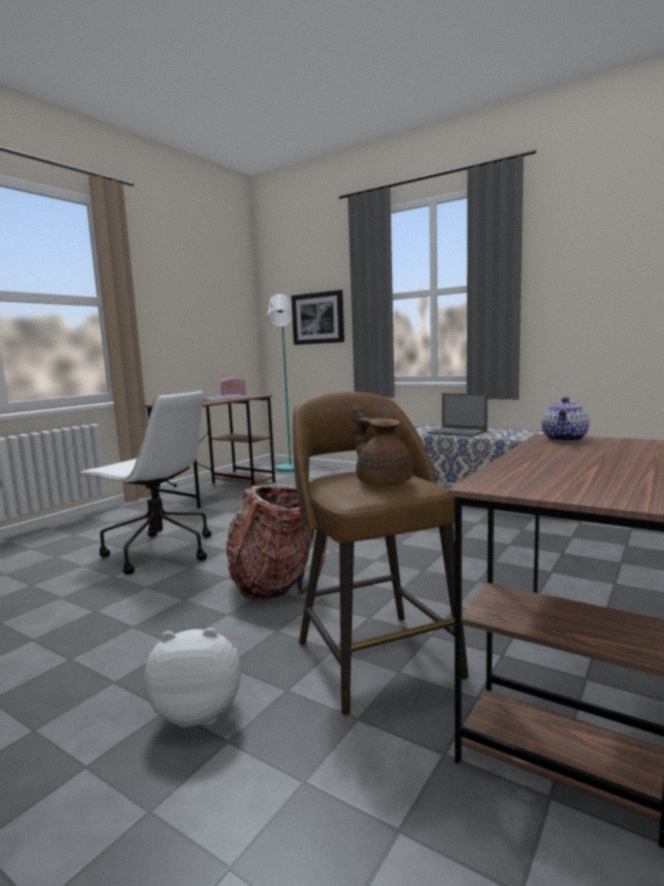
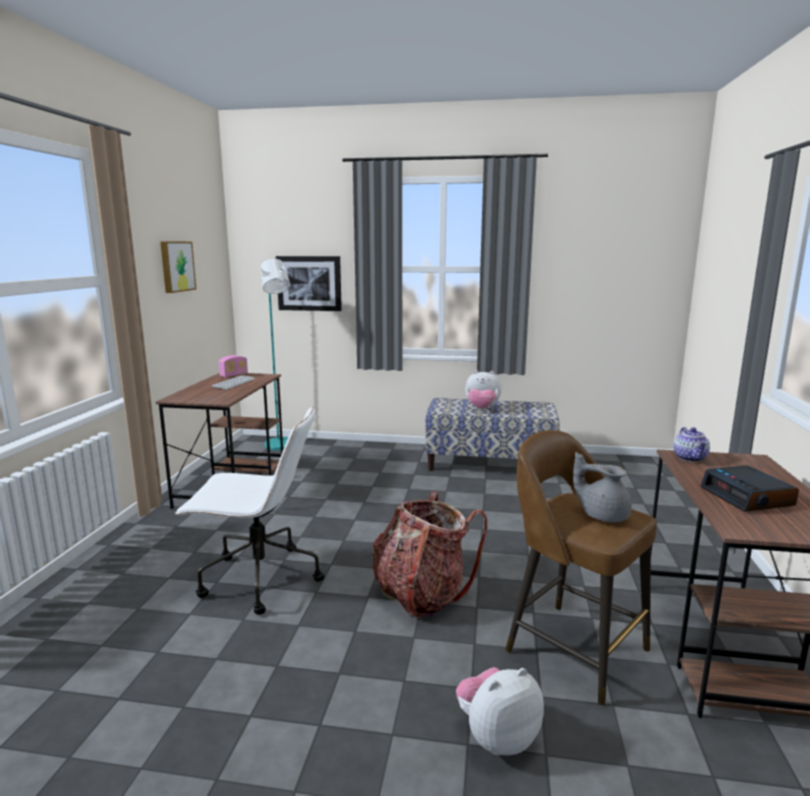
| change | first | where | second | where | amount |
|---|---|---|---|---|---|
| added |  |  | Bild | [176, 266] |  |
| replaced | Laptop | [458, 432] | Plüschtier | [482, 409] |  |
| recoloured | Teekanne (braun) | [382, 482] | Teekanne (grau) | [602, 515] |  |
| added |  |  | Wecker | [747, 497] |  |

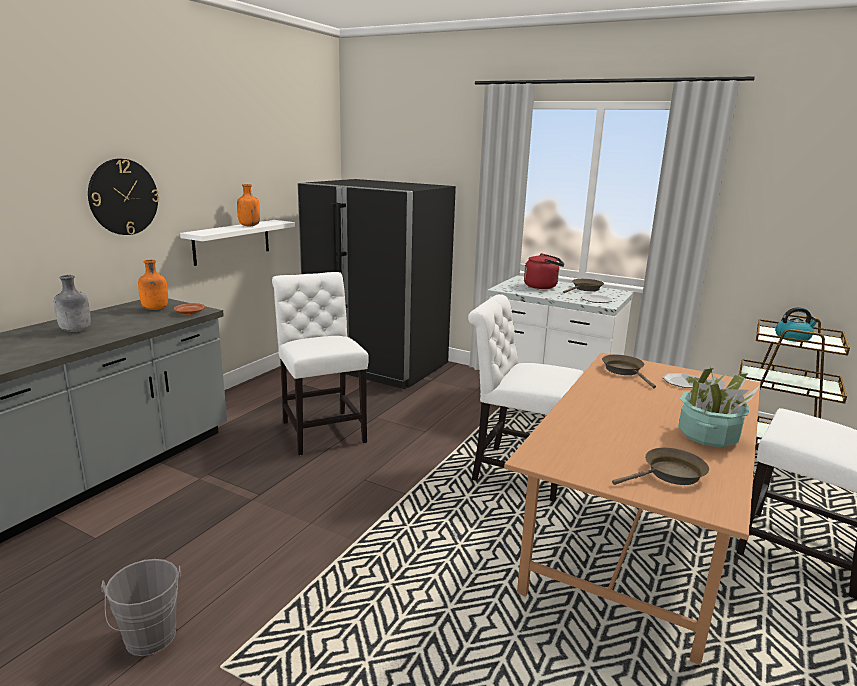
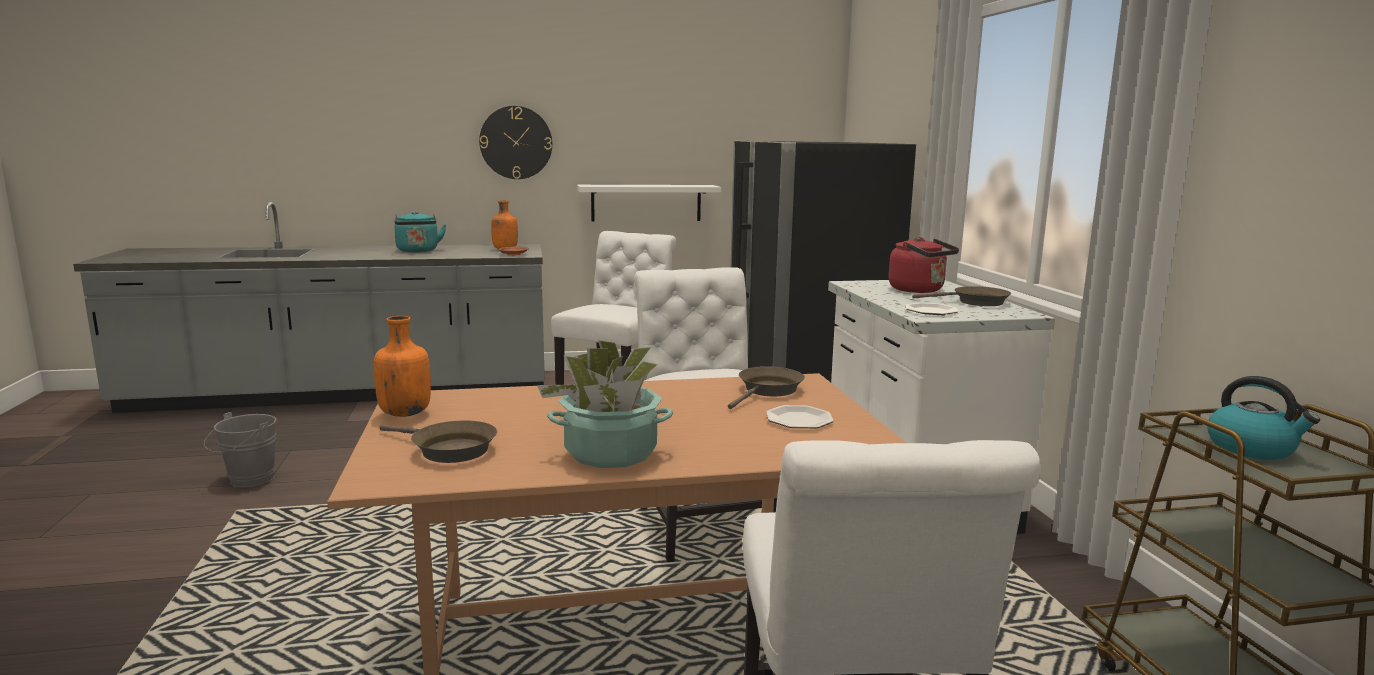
| change | first | where | second | where | amount |
|---|---|---|---|---|---|
| moved | Flasche (orange) | [249, 226] |  | [405, 413] |  |
| replaced | Flasche (grau) | [76, 330] | Wasserkessel (türkis) | [418, 251] |  |

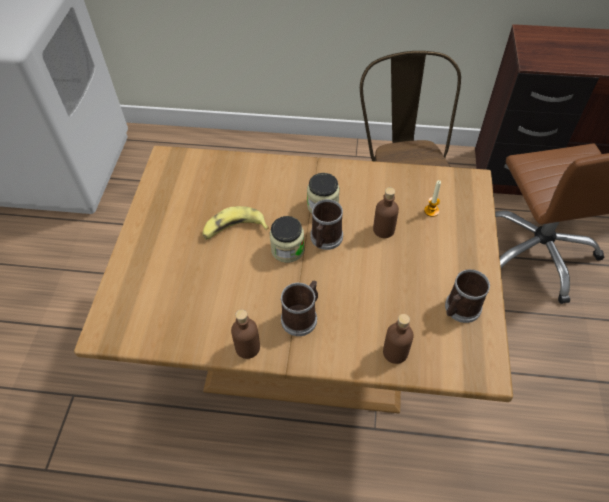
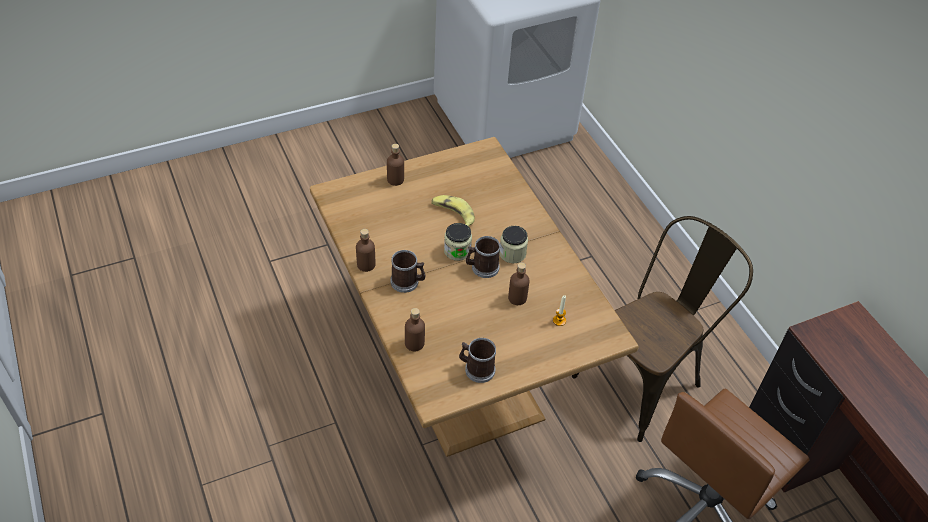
| change | first | where | second | where | amount |
|---|---|---|---|---|---|
| added |  |  | Flasche (braun) | [395, 179] |  |

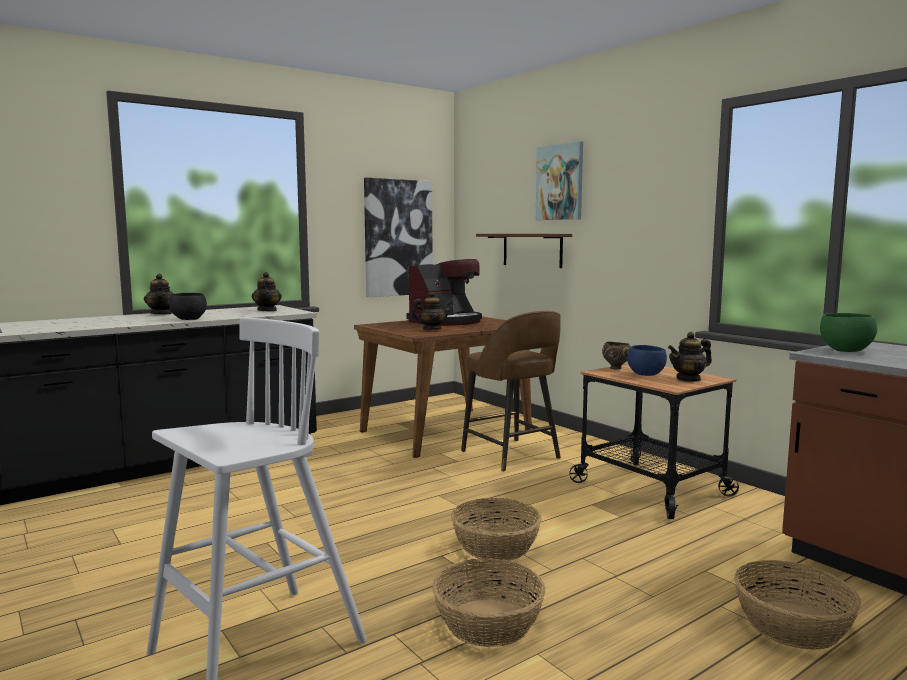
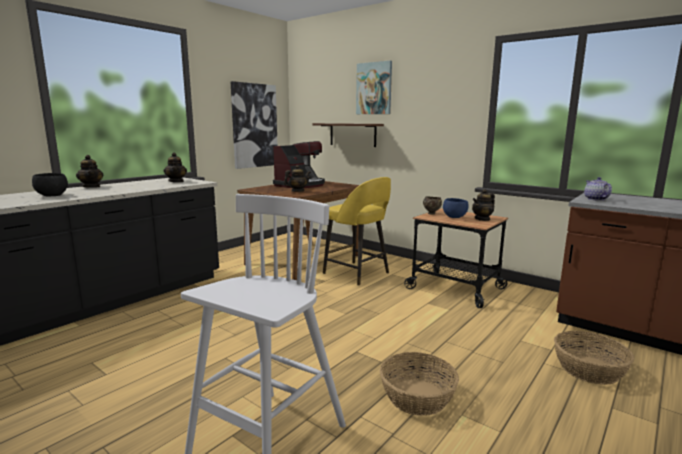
| change | first | where | second | where | amount |
|---|---|---|---|---|---|
| moved | Schüssel (schwarz) | [190, 319] |  | [53, 196] |  |
| recoloured | Hocker (braun) | [512, 455] | Hocker (gelb) | [357, 274] |  |
| replaced | Schüssel (grün) | [845, 350] | Teekanne | [595, 199] |  |
| removed | Korb | [496, 546] |  |  |  |

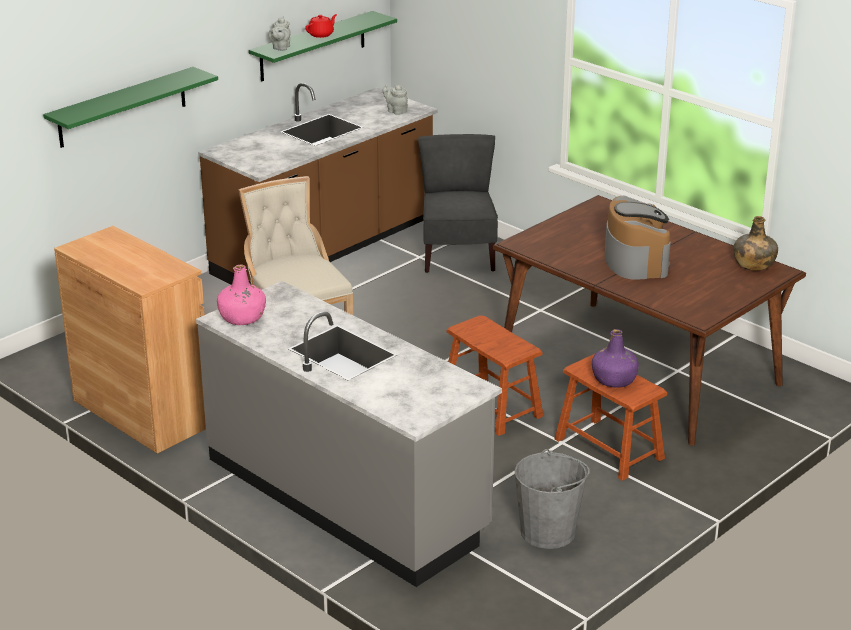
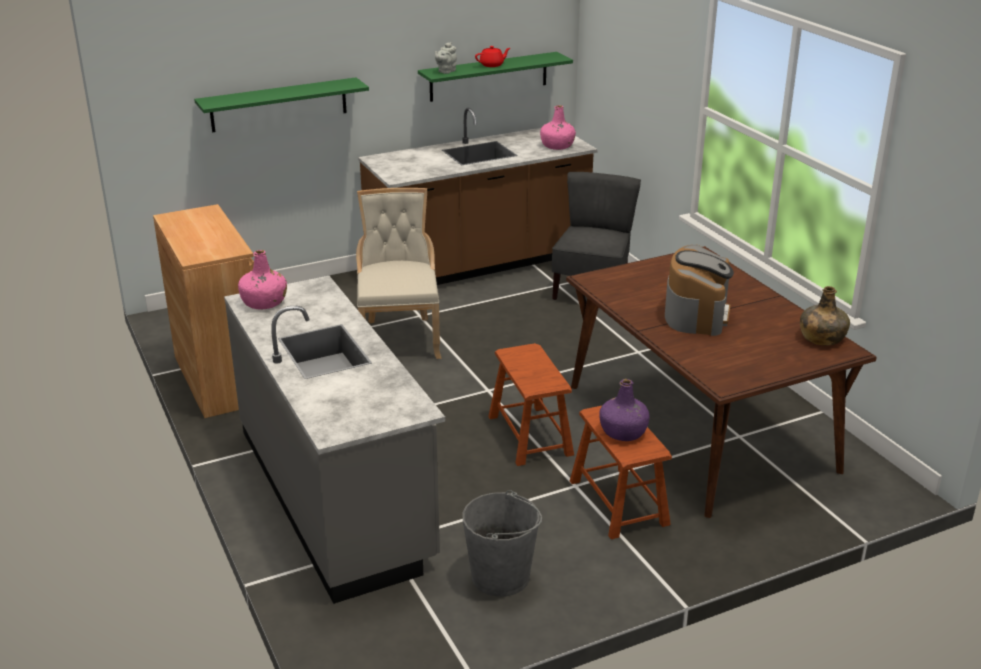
| change | first | where | second | where | amount |
|---|---|---|---|---|---|
| replaced | Teekanne (grau) | [395, 111] | Flasche (rosa) | [557, 146] |  |

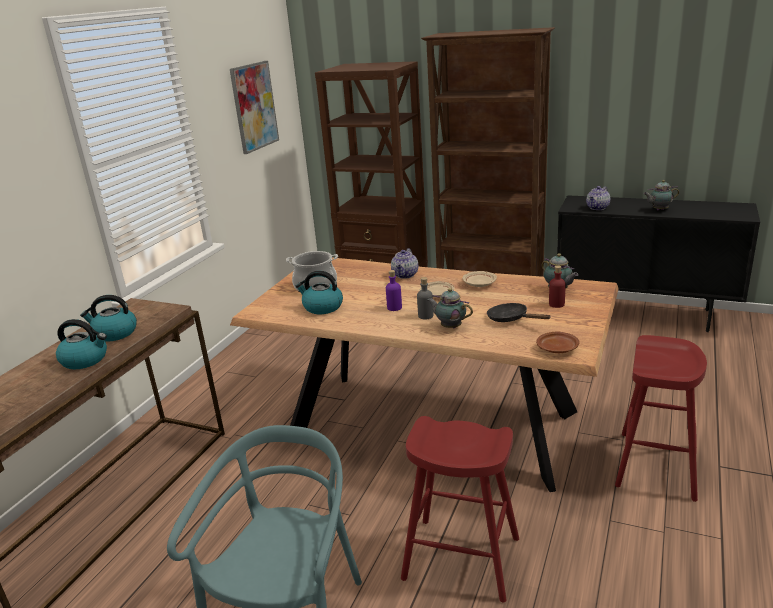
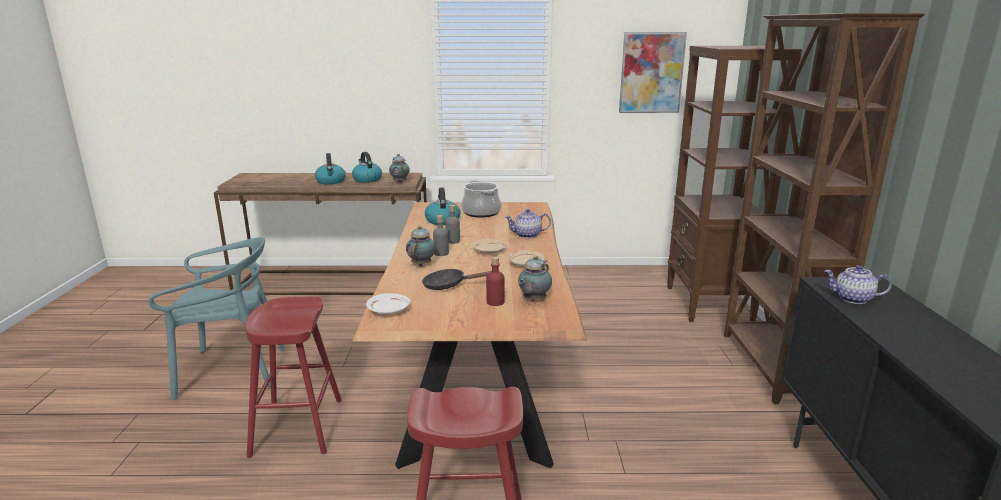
| change | first | where | second | where | amount |
|---|---|---|---|---|---|
| recoloured | Teller (braun) | [557, 349] | Teller (weiß) | [389, 311] |  |
| moved | Teekanne | [659, 210] |  | [399, 181] |  |
| turned | Pfanne (schwarz) | [511, 319] |  | [448, 285] | 105 degrees counterclockwise |
| recoloured | Flasche (lila) | [394, 307] | Flasche (grau) | [453, 241] |  |

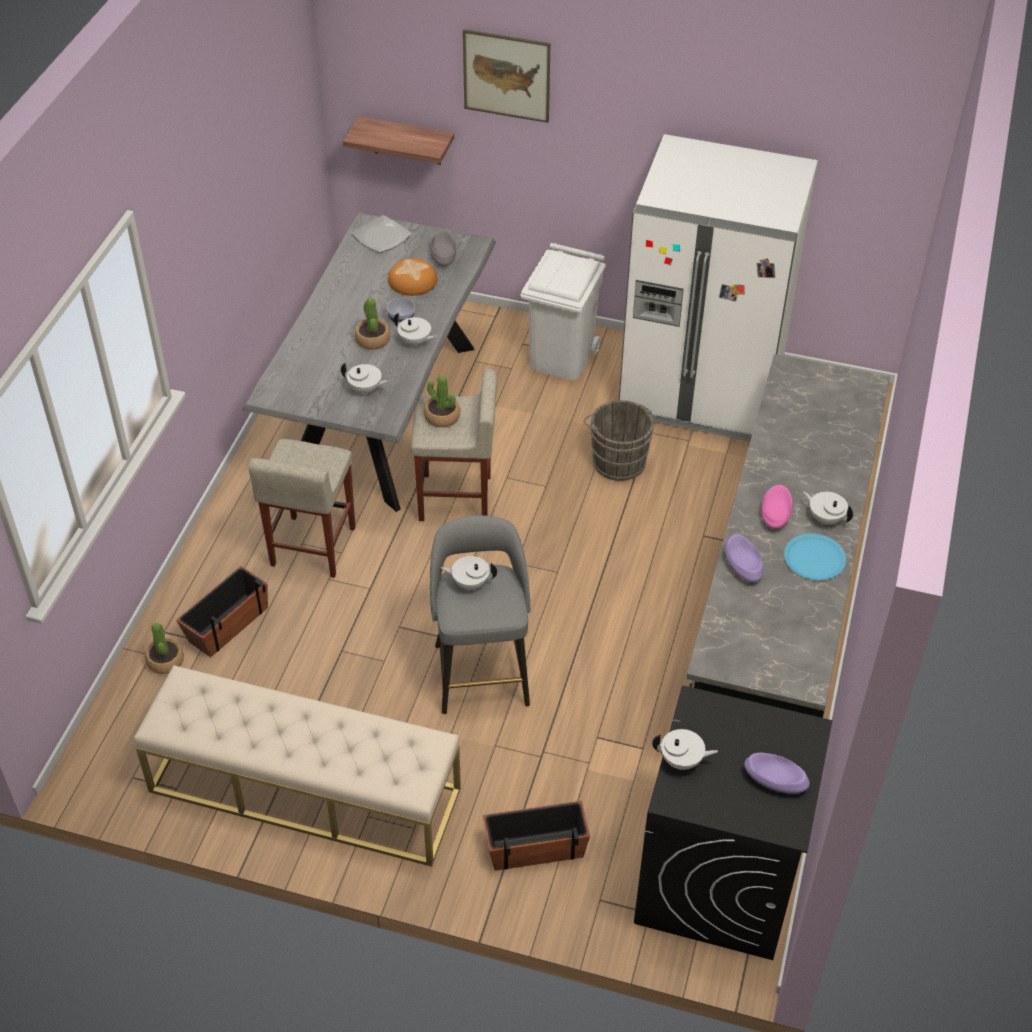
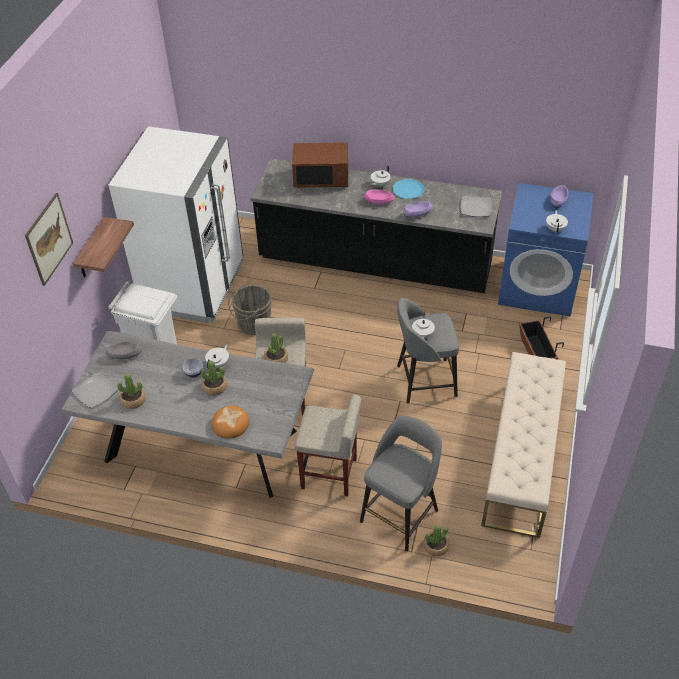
| change | first | where | second | where | amount |
|---|---|---|---|---|---|
| moved | Wandregal | [407, 141] |  | [91, 250] |  |
| added |  |  | Topfpflanze | [133, 400] |  |
| moved | Brot | [413, 281] |  | [230, 423] |  |
| added |  |  | Mikrowelle (braun) | [321, 178] |  |
| replaced | Pflanzkübel | [227, 624] | Hocker (grau) | [401, 514] |  |
| added |  |  | Teller | [475, 208] |  |
| recoloured | Waschmaschine (schwarz) | [718, 879] | Waschmaschine (blau) | [538, 287] |  |
| removed | Teekanne (weiß) | [365, 389] |  |  |  |

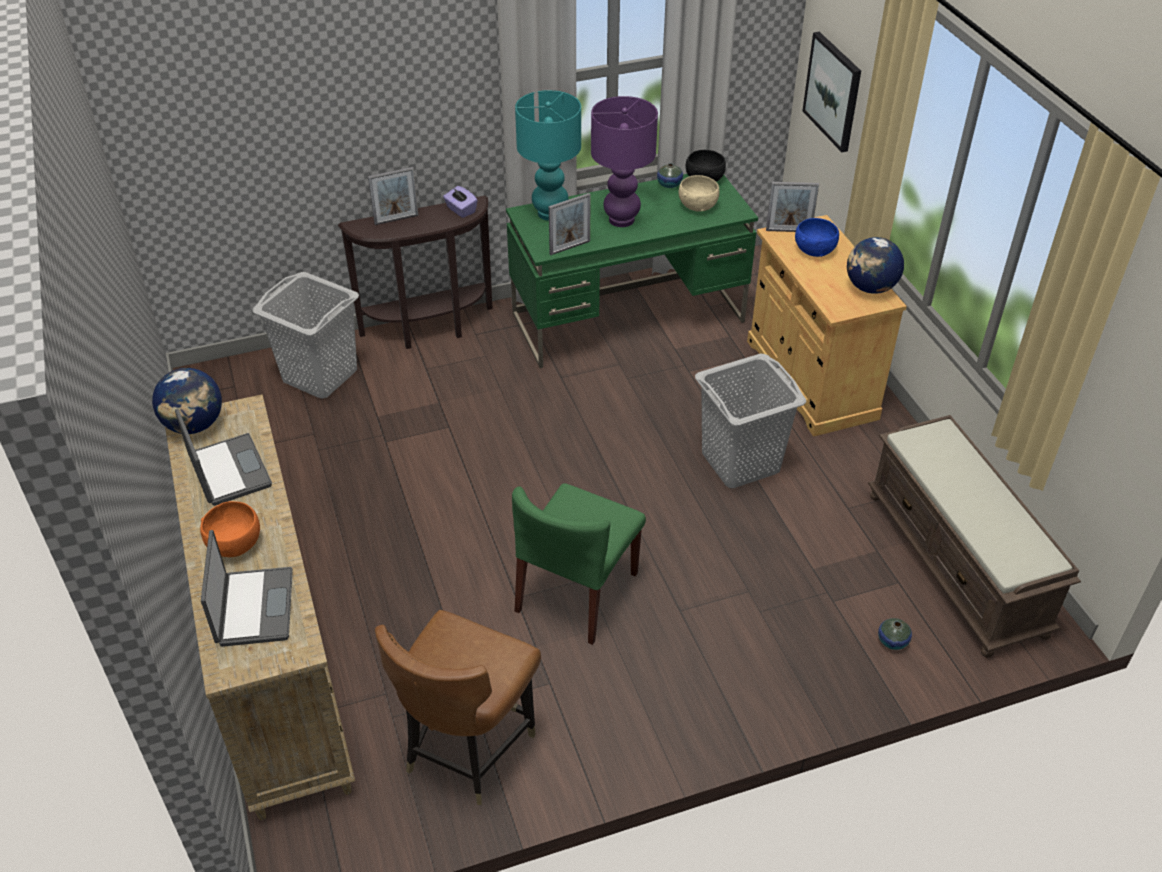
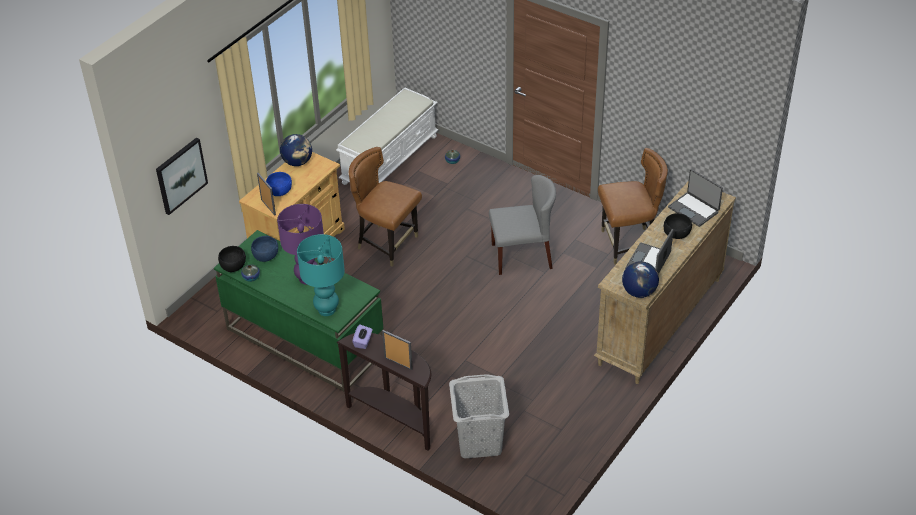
| change | first | where | second | where | amount |
|---|---|---|---|---|---|
| recoloured | Schüssel (beige) | [697, 206] | Schüssel (blau) | [265, 256] |  |
| recoloured | Bank (braun) | [957, 563] | Bank (weiß) | [389, 159] |  |
| replaced | Wäschekorb (grau) | [741, 462] | Stuhl (braun) | [387, 244] |  |
| recoloured | Stuhl (grün) | [577, 593] | Stuhl (grau) | [522, 256] |  |
| recoloured | Schüssel (orange) | [235, 543] | Schüssel (schwarz) | [676, 234] |  |
| turned | Laptop | [253, 608] |  | [694, 209] | 90 degrees counterclockwise |
| removed | Bilderrahmen | [570, 247] |  |  |  |

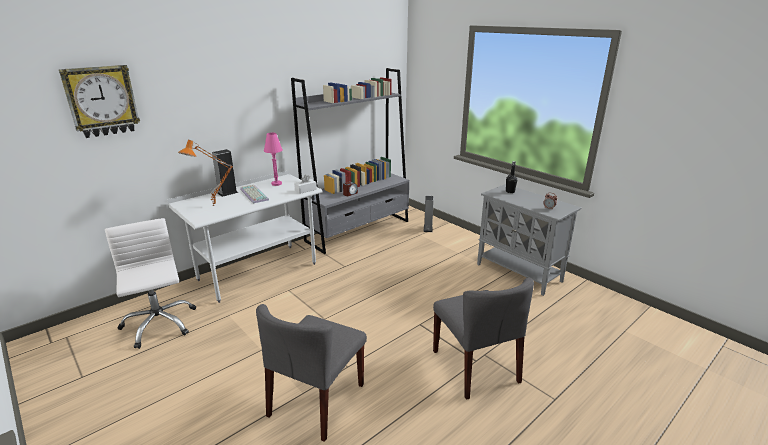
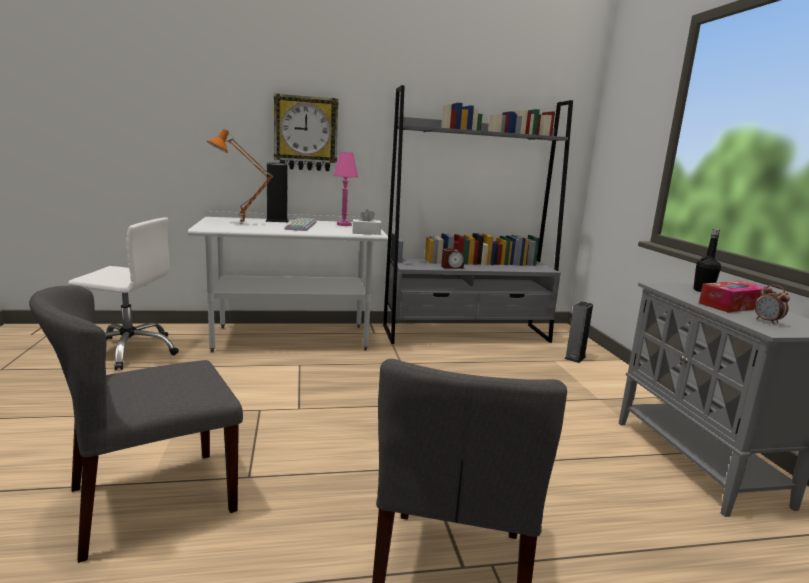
| change | first | where | second | where | amount |
|---|---|---|---|---|---|
| turned | Bürostuhl (weiß) | [159, 324] |  | [130, 351] | 90 degrees clockwise |
| moved | Wanduhr | [102, 101] |  | [306, 133] |  |
| added |  |  | Taschentuchbox | [732, 305] |  |

